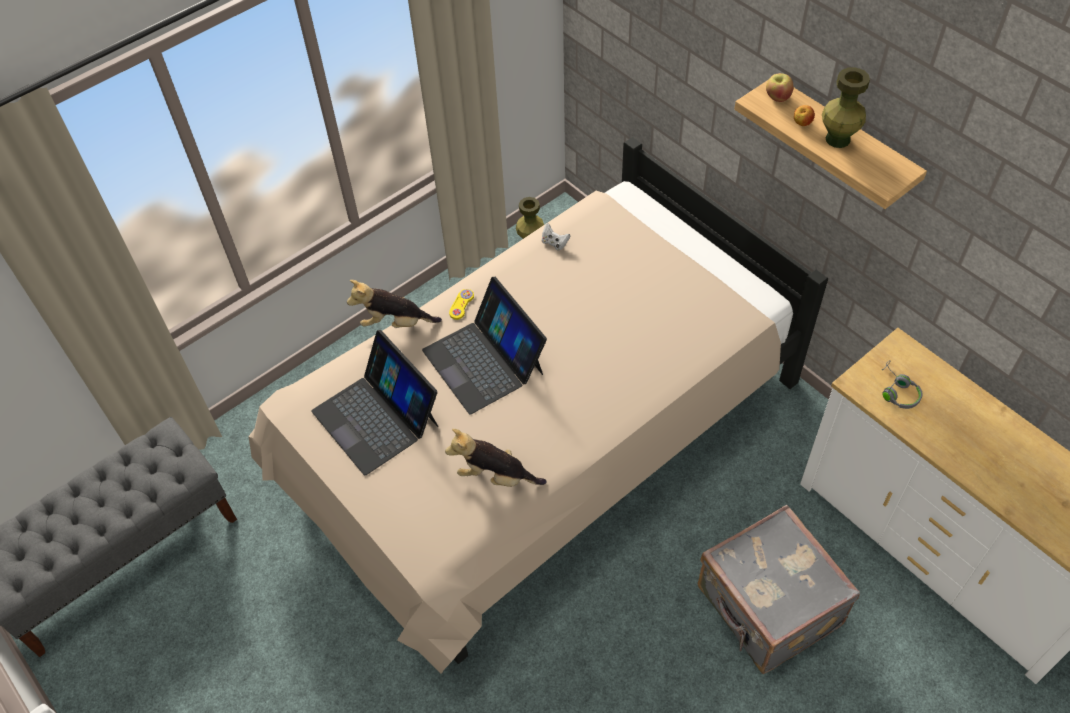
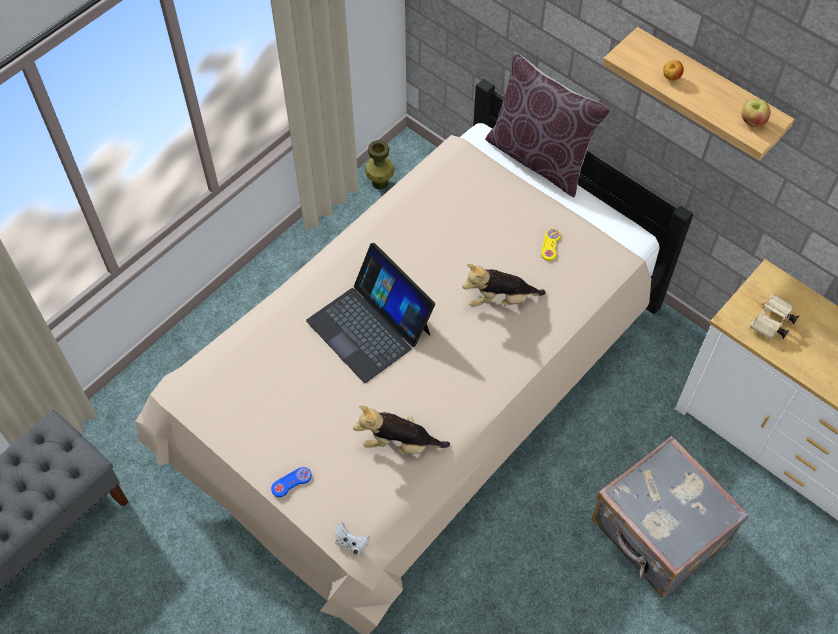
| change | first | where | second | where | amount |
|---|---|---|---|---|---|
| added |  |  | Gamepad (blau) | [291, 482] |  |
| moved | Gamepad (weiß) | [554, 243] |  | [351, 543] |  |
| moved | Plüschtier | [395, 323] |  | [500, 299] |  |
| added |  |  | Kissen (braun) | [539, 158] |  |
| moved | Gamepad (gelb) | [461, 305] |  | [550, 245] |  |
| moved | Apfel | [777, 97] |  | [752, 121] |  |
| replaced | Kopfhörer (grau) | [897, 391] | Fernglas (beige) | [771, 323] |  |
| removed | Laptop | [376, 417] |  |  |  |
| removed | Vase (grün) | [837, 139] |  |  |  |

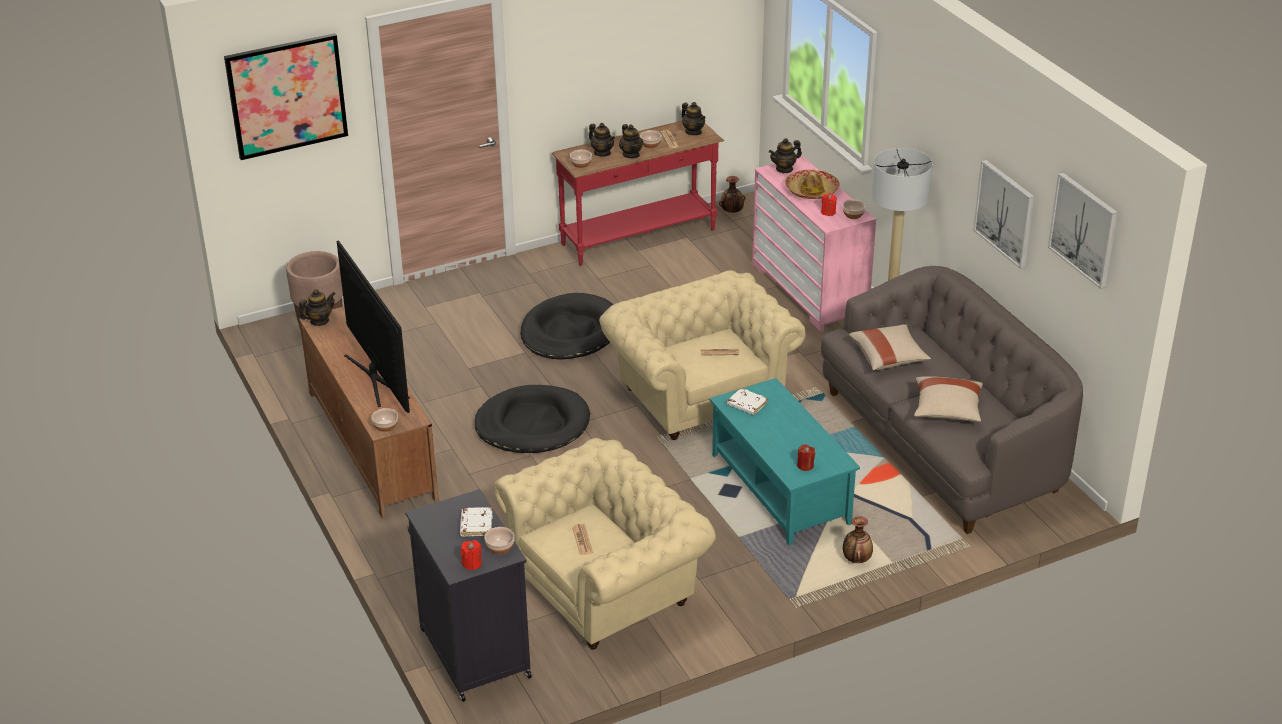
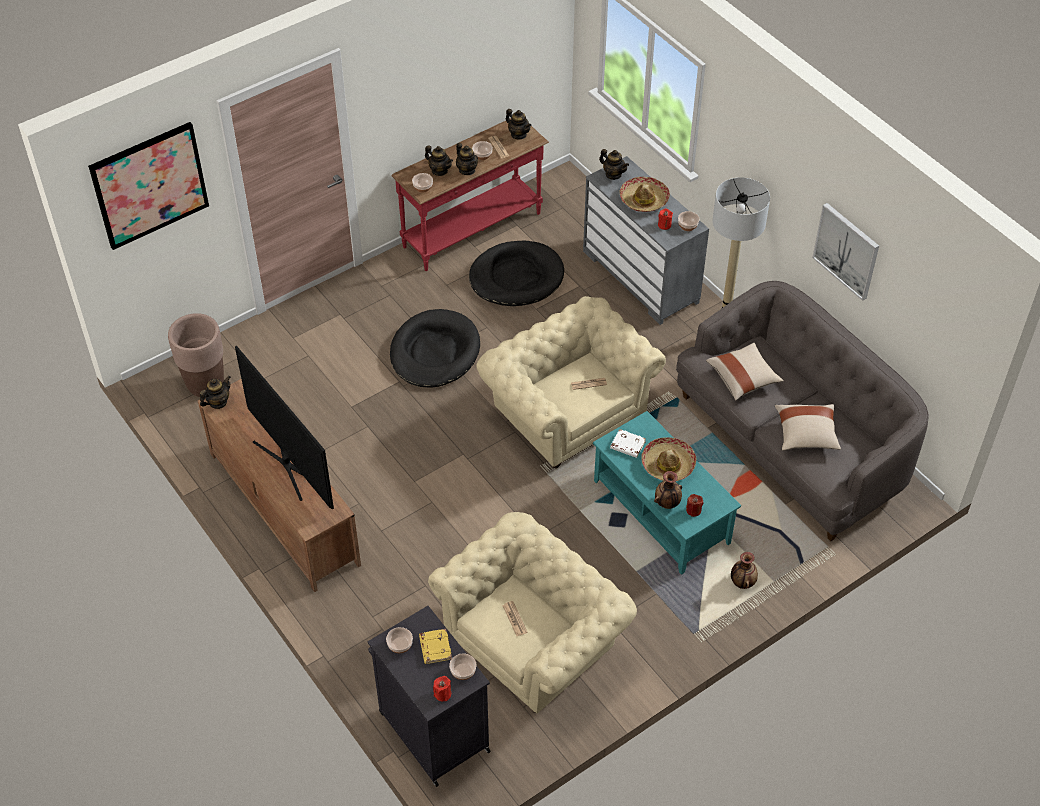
| change | first | where | second | where | amount |
|---|---|---|---|---|---|
| moved | Schüssel | [385, 426] |  | [400, 645] |  |
| recoloured | Buch (weiß) | [475, 524] | Buch (gelb) | [434, 648] |  |
| moved | Hundebett (schwarz) | [532, 424] |  | [516, 277] |  |
| recoloured | Kommode (rosa) | [810, 290] | Kommode (grau) | [641, 276] |  |
| turned | Teekanne | [784, 169] |  | [613, 174] | 105 degrees counterclockwise |
| added |  |  | Hut | [668, 464] |  |
| moved | Vase | [732, 212] |  | [667, 503] |  |
| removed | Bild | [1084, 229] |  |  |  |

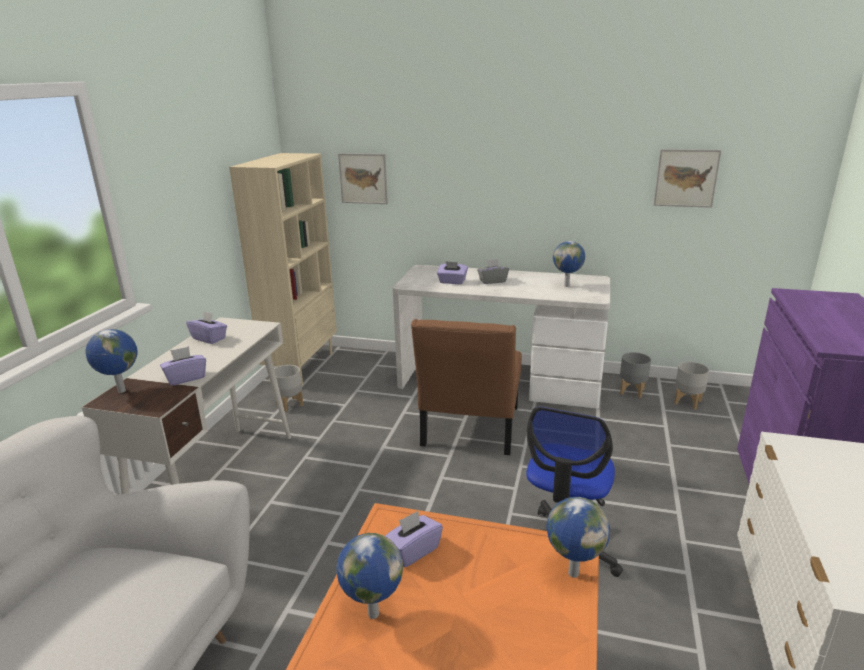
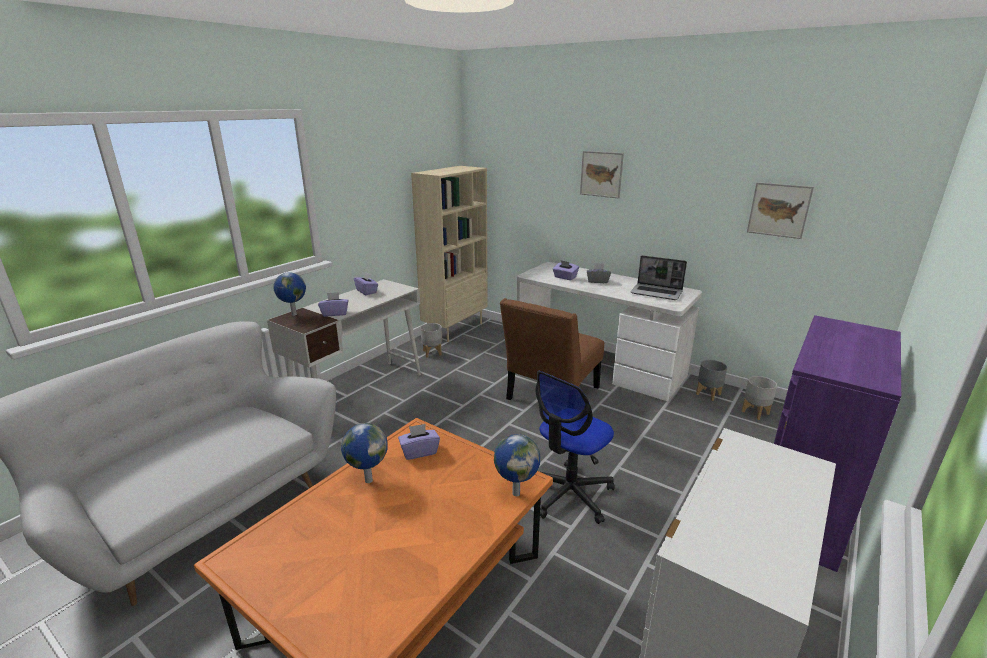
| change | first | where | second | where | amount |
|---|---|---|---|---|---|
| moved | Bild | [363, 178] |  | [601, 174] |  |
| replaced | Globus | [567, 286] | Laptop | [657, 293] |  |

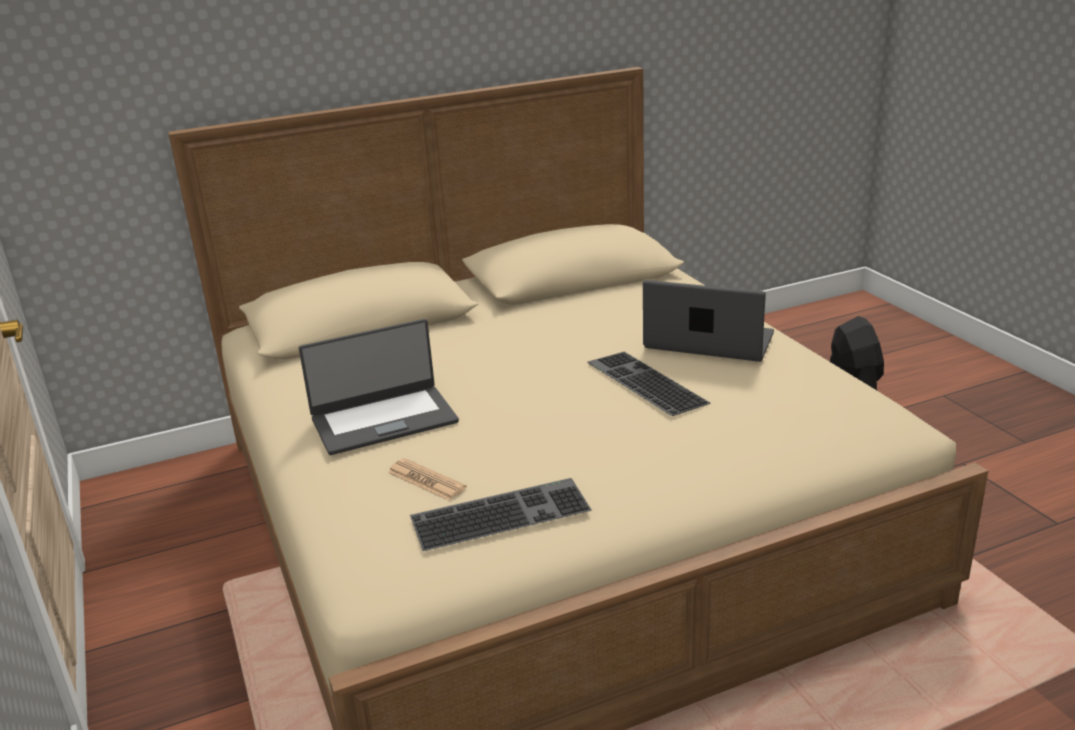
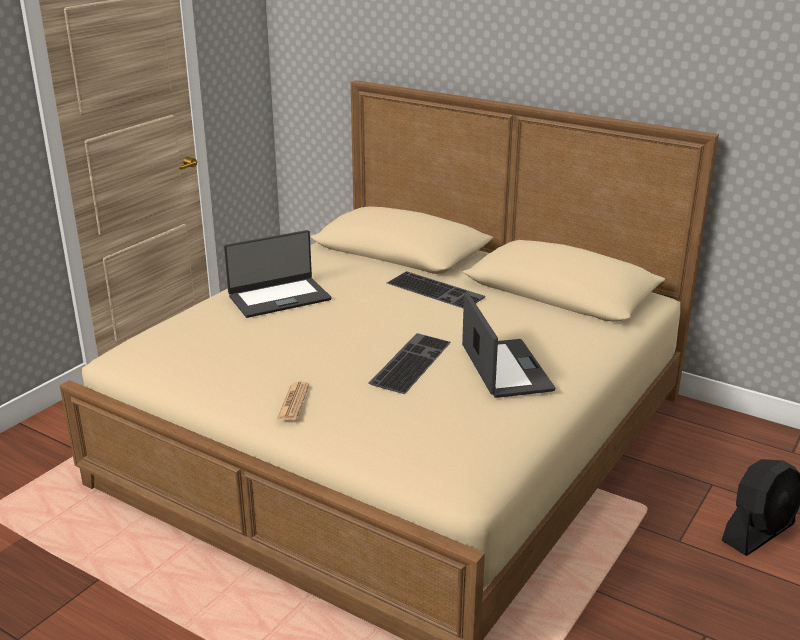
| change | first | where | second | where | amount |
|---|---|---|---|---|---|
| turned | Laptop | [383, 419] |  | [279, 297] | 60 degrees counterclockwise |
| moved | Zeitung | [426, 480] |  | [293, 402] |  |
| moved | Tastatur | [501, 512] |  | [436, 290] |  |

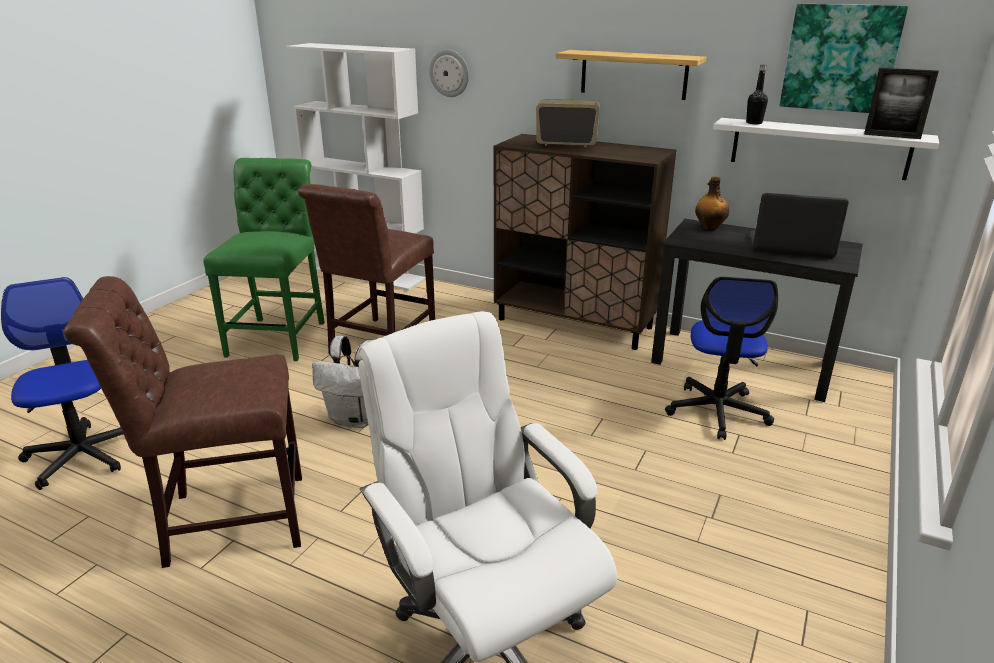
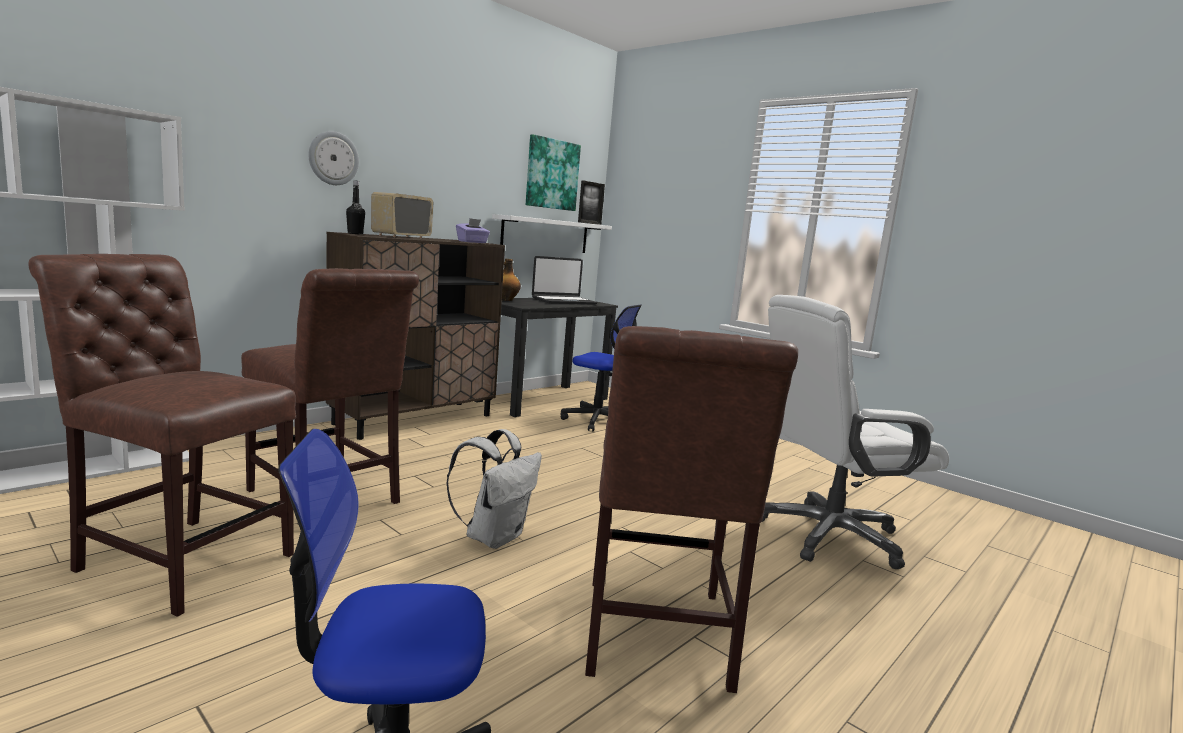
| change | first | where | second | where | amount |
|---|---|---|---|---|---|
| recoloured | Stuhl (grün) | [280, 336] | Stuhl (braun) | [180, 558] |  |
| moved | Wanduhr | [449, 73] |  | [333, 158] |  |
| moved | Flasche (schwarz) | [754, 123] |  | [355, 234] |  |
| added |  |  | Taschentuchbox (lila) | [472, 242] |  |
| turned | Laptop | [790, 247] |  | [563, 301] | 150 degrees counterclockwise |
| removed | Wandregal | [633, 74] |  |  |  |

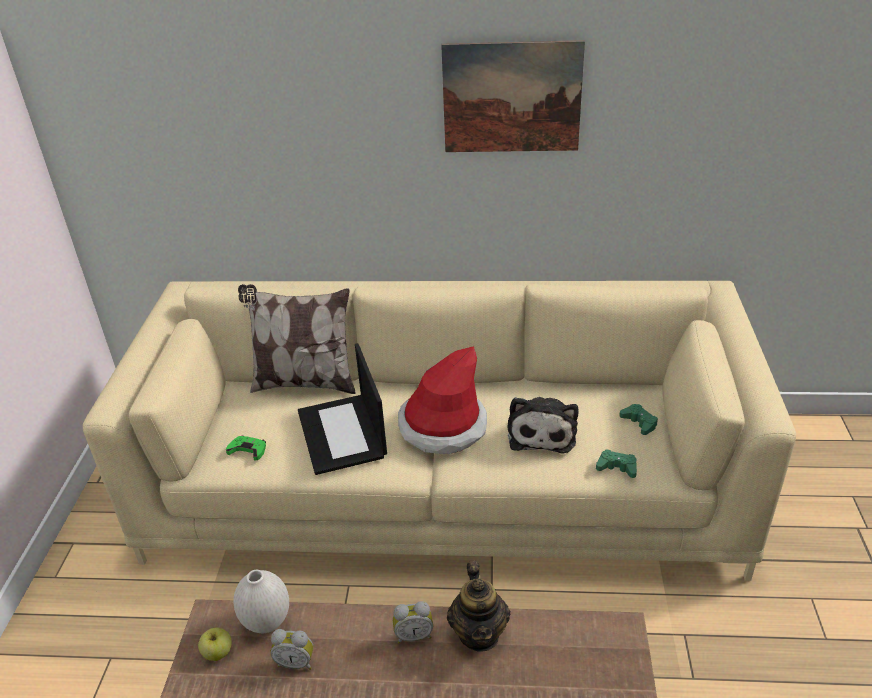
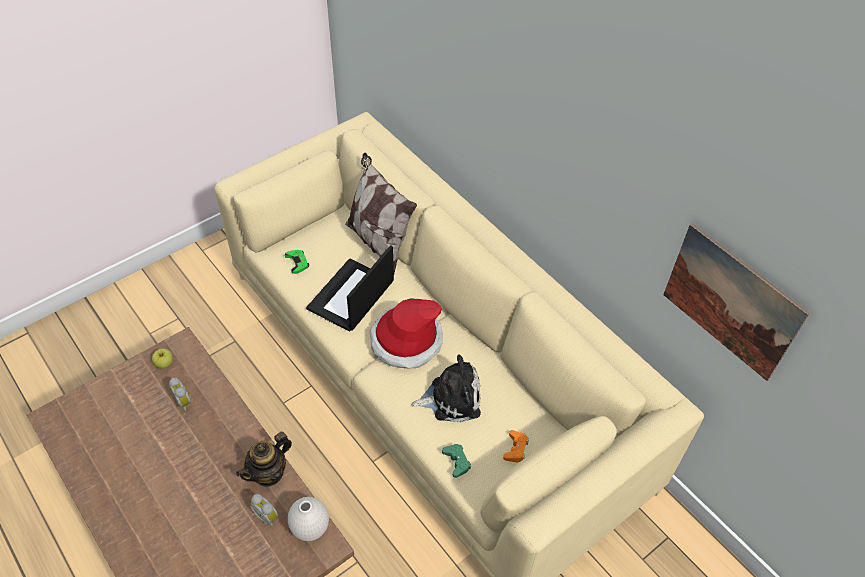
| change | first | where | second | where | amount |
|---|---|---|---|---|---|
| moved | Wecker | [413, 635] |  | [267, 516] |  |
| moved | Vase (weiß) | [266, 622] |  | [310, 528] |  |
| turned | Plüschtier | [542, 432] |  | [451, 398] | 150 degrees counterclockwise |
| recoloured | Gamepad (grün) | [639, 422] | Gamepad (orange) | [516, 449] |  |
| moved | Bild | [511, 98] |  | [731, 302] |  |

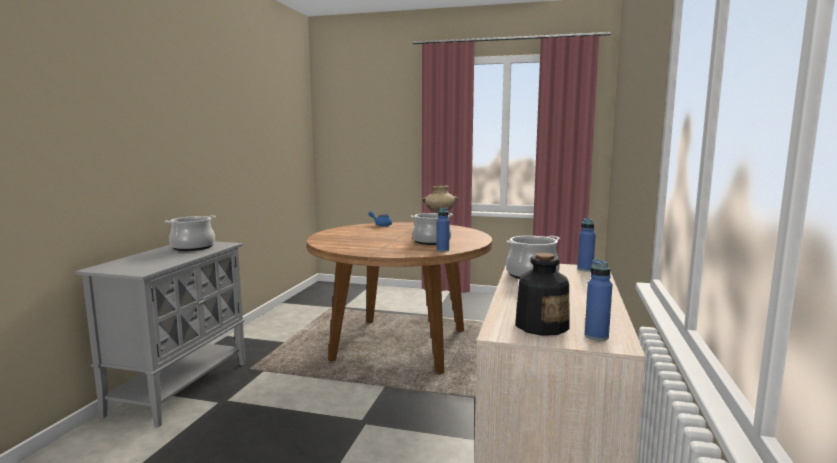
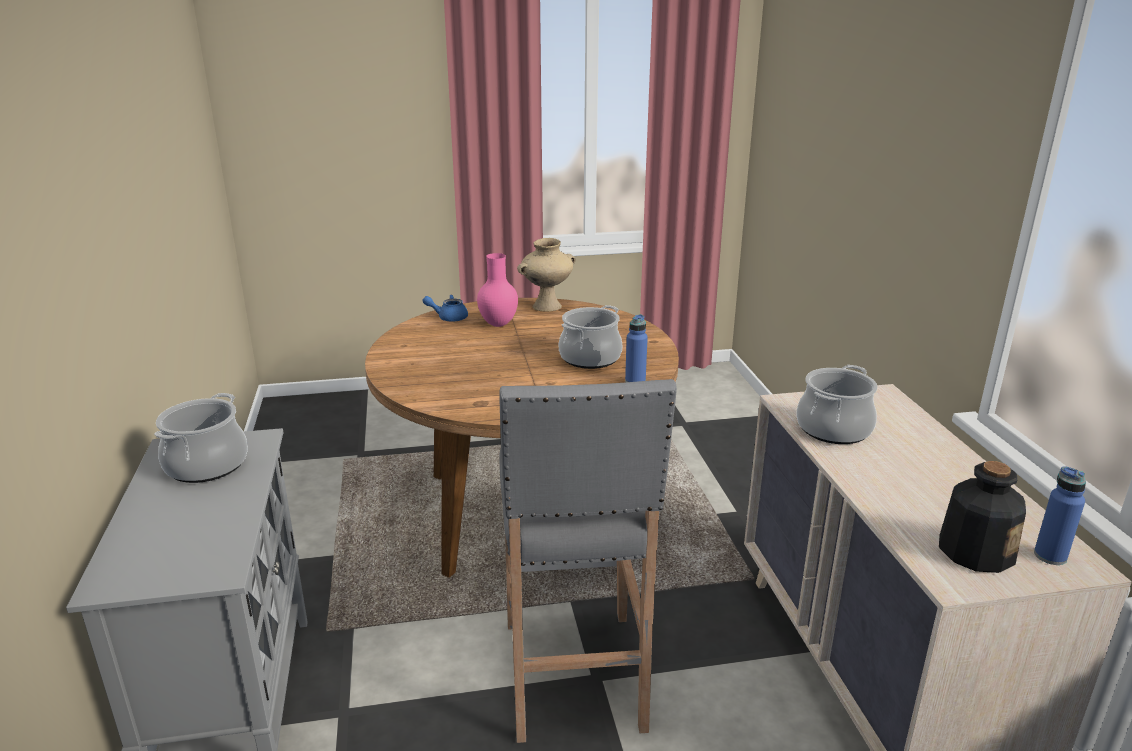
| change | first | where | second | where | amount |
|---|---|---|---|---|---|
| added |  |  | Vase (rosa) | [497, 324] |  |
| added |  |  | Hocker (grau) | [574, 677] |  |
| removed | Flasche (blau) | [585, 269] |  |  |  |

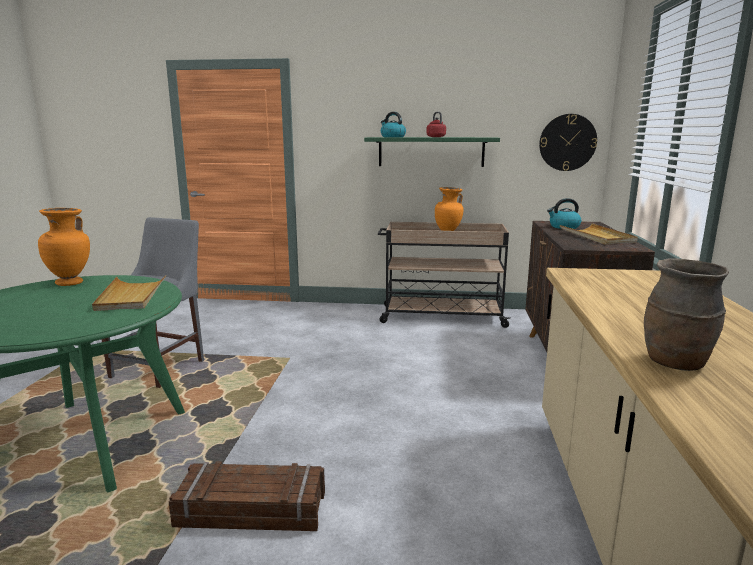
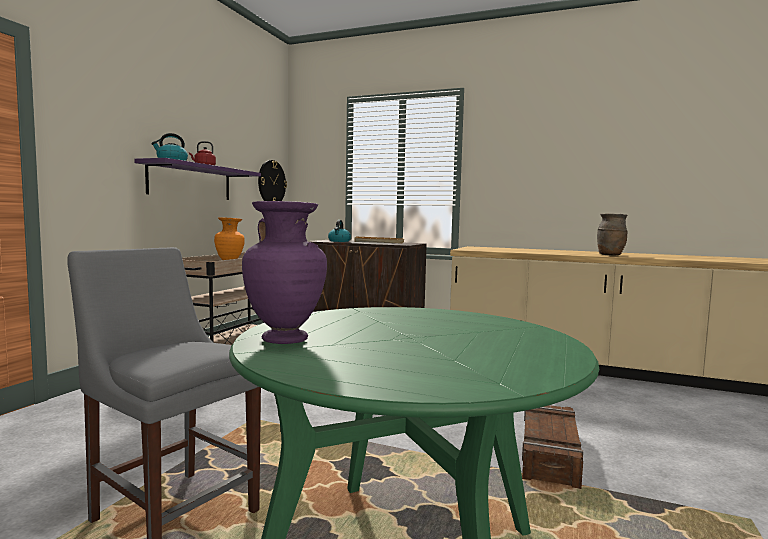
| change | first | where | second | where | amount |
|---|---|---|---|---|---|
| recoloured | Wandregal (grün) | [431, 151] | Wandregal (lila) | [191, 182] |  |
| recoloured | Vase (orange) | [70, 283] | Vase (lila) | [286, 340] |  |
| removed | Tablett (beige) | [131, 296] |  |  |  |

